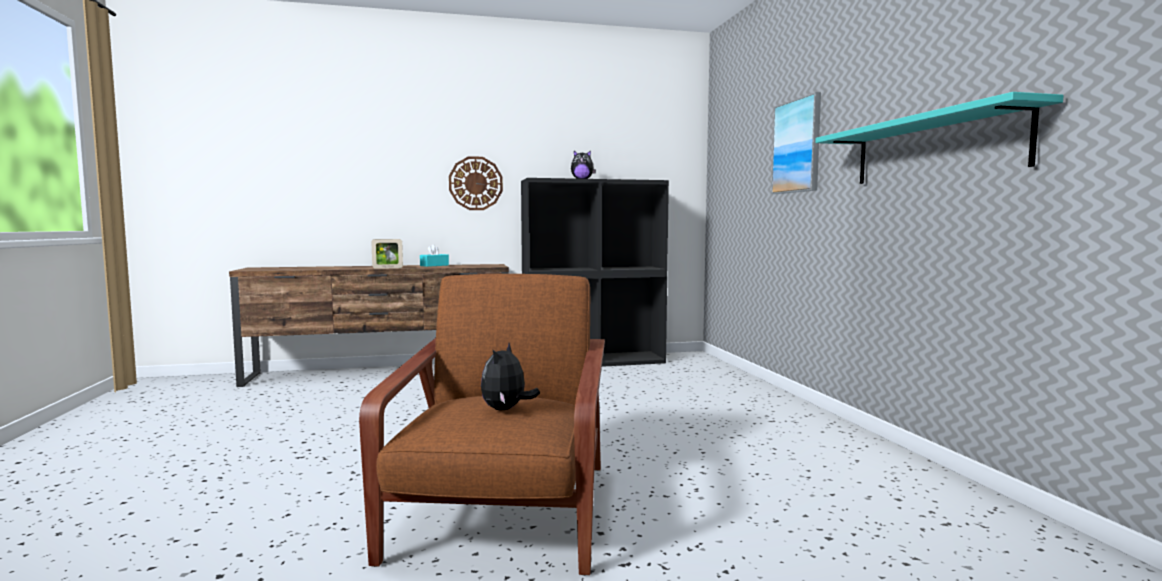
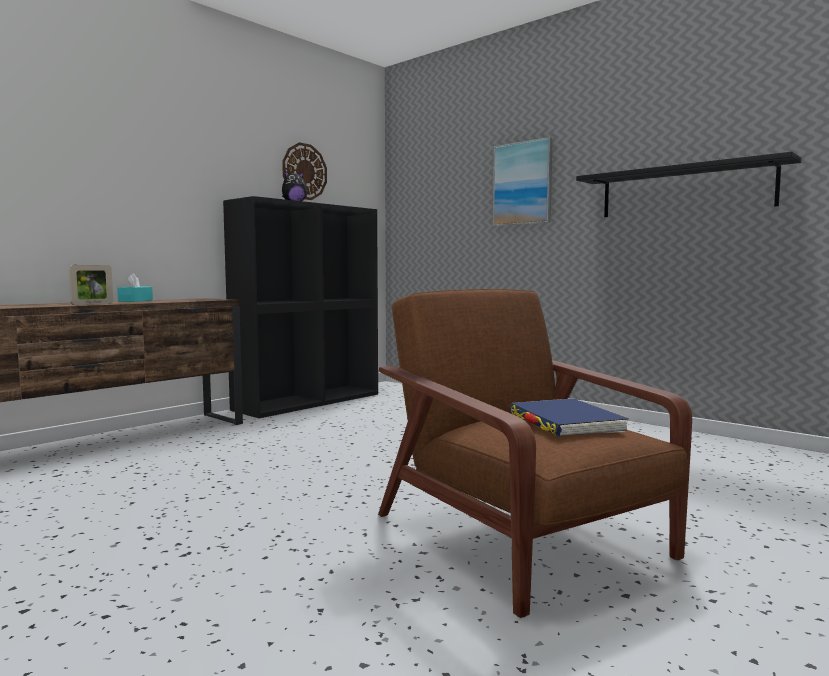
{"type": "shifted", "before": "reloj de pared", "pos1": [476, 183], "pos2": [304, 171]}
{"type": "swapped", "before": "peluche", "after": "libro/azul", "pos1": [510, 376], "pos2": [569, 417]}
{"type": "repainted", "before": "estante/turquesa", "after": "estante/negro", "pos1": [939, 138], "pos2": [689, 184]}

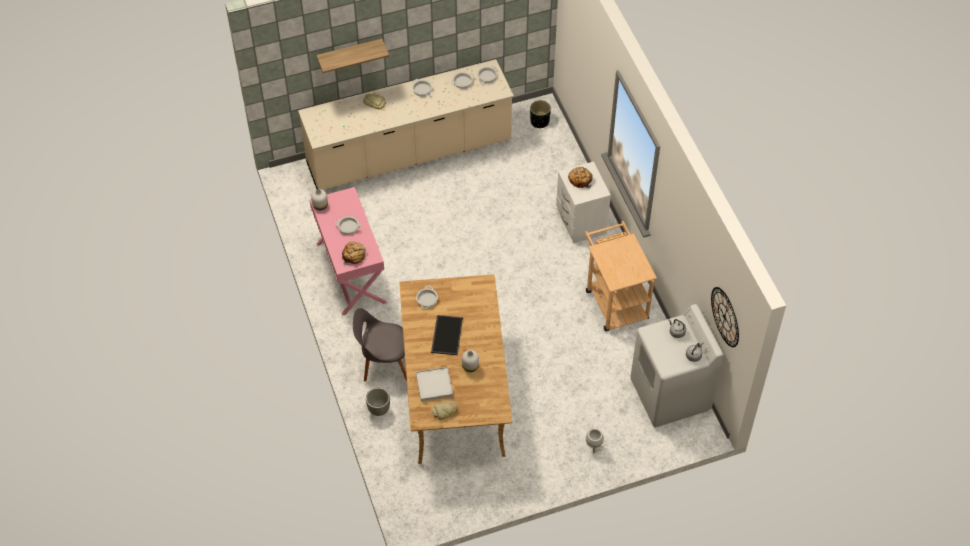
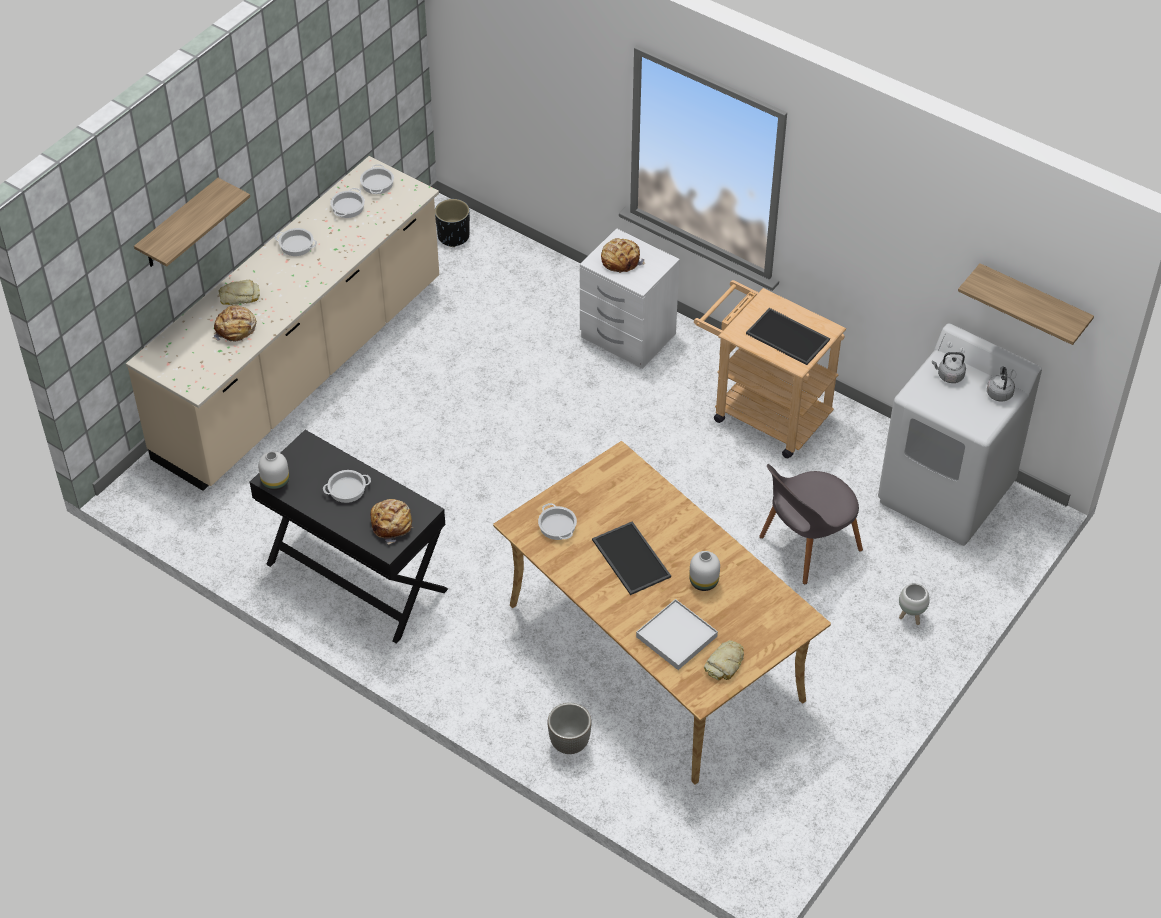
{"type": "repainted", "before": "mesa consola/rosa", "after": "mesa consola/negro", "pos1": [348, 251], "pos2": [349, 537]}
{"type": "shifted", "before": "silla/gris", "pos1": [380, 344], "pos2": [811, 524]}
{"type": "swapped", "before": "reloj de pared", "after": "estante", "pos1": [725, 317], "pos2": [1026, 304]}
{"type": "new", "after": "pan", "pos2": [234, 323]}
{"type": "new", "after": "bandeja", "pos2": [788, 336]}

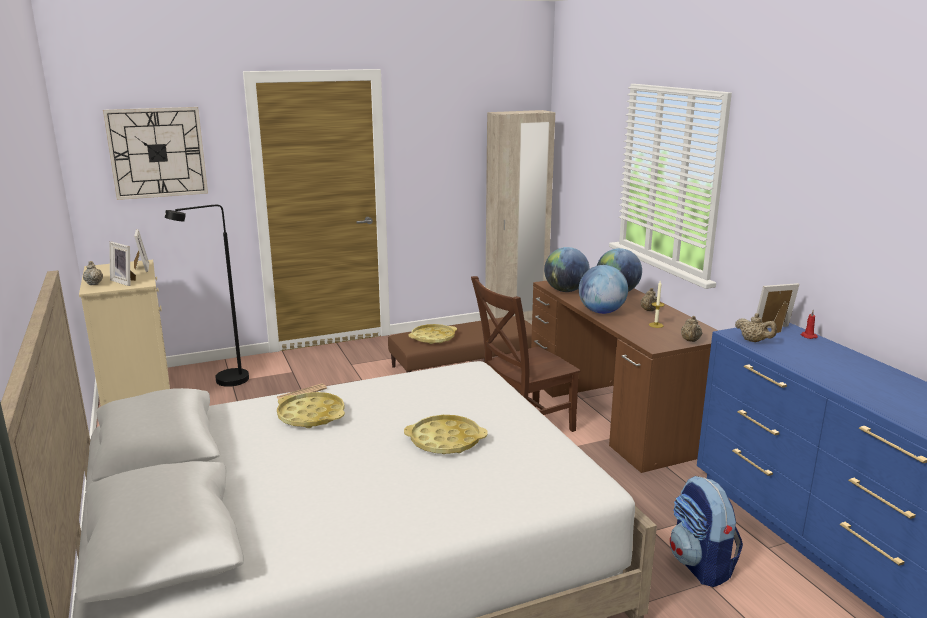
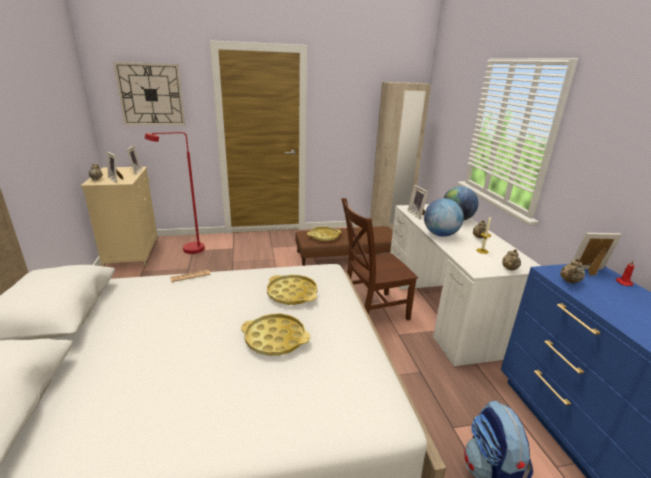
{"type": "repainted", "before": "lámpara de pie/negro", "after": "lámpara de pie/rojo", "pos1": [207, 296], "pos2": [175, 193]}
{"type": "shifted", "before": "bandeja/amarillo", "pos1": [311, 410], "pos2": [292, 290]}
{"type": "repainted", "before": "escritorio/marrón", "after": "escritorio/blanco", "pos1": [625, 377], "pos2": [465, 285]}
{"type": "swapped", "before": "globo terráqueo", "after": "portarretratos", "pos1": [567, 269], "pos2": [417, 202]}
{"type": "rotated", "before": "tetera/beis", "pos1": [756, 327], "pos2": [572, 270], "turn": 75}

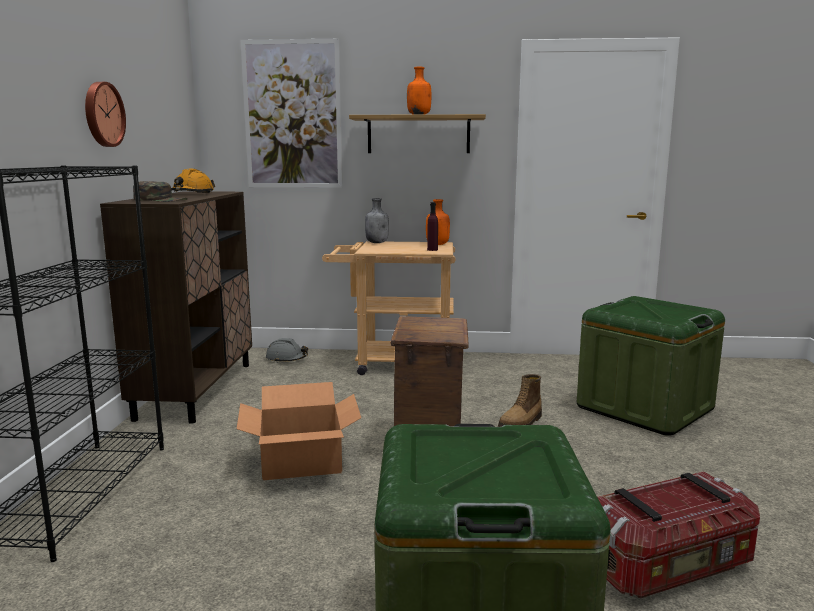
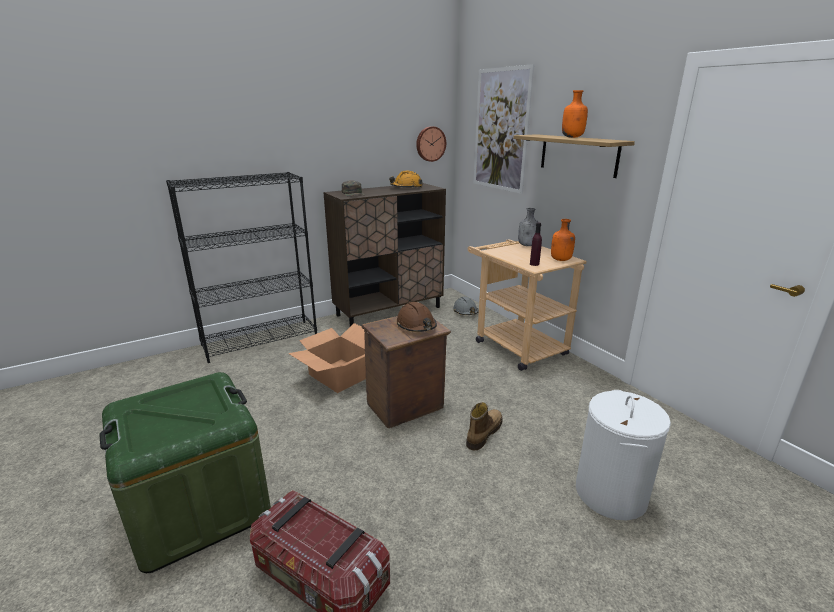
{"type": "shifted", "before": "reloj de pared", "pos1": [105, 114], "pos2": [431, 144]}
{"type": "rotated", "before": "bota", "pos1": [520, 400], "pos2": [484, 426], "turn": 120}
{"type": "swapped", "before": "caja de almacenaje/verde", "after": "cesto de la ropa/blanco", "pos1": [651, 366], "pos2": [623, 455]}
{"type": "new", "after": "casco/marrón", "pos2": [417, 317]}

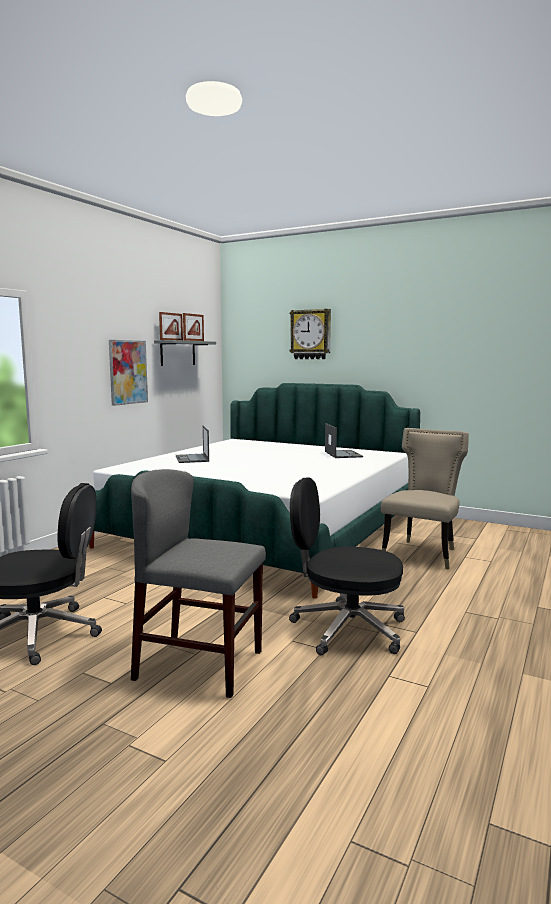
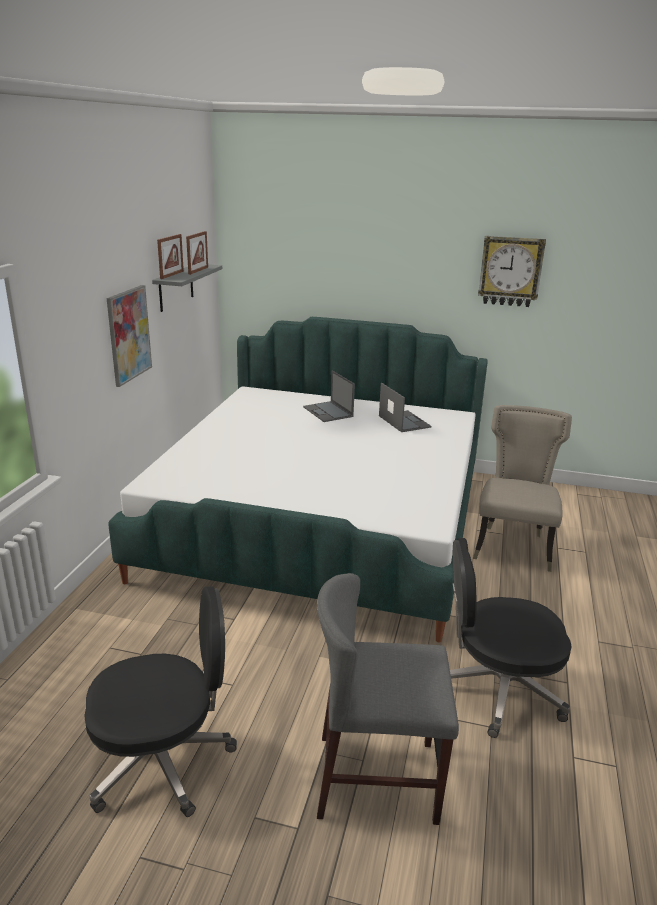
{"type": "shifted", "before": "portátil", "pos1": [192, 444], "pos2": [329, 396]}
{"type": "shifted", "before": "reloj de pared", "pos1": [310, 334], "pos2": [512, 271]}

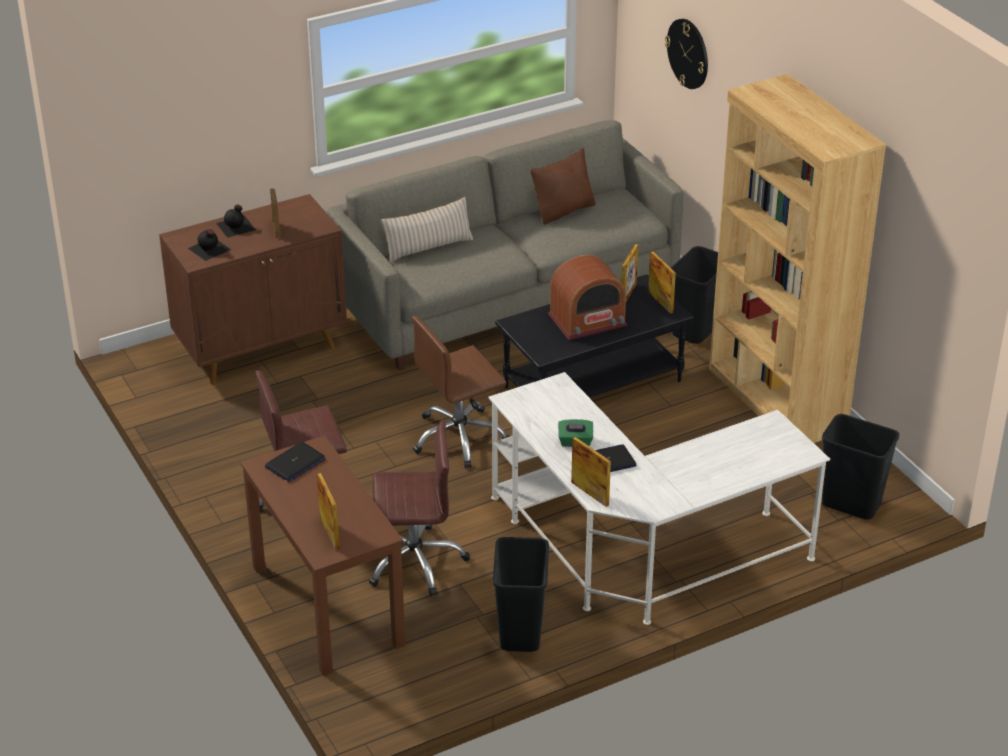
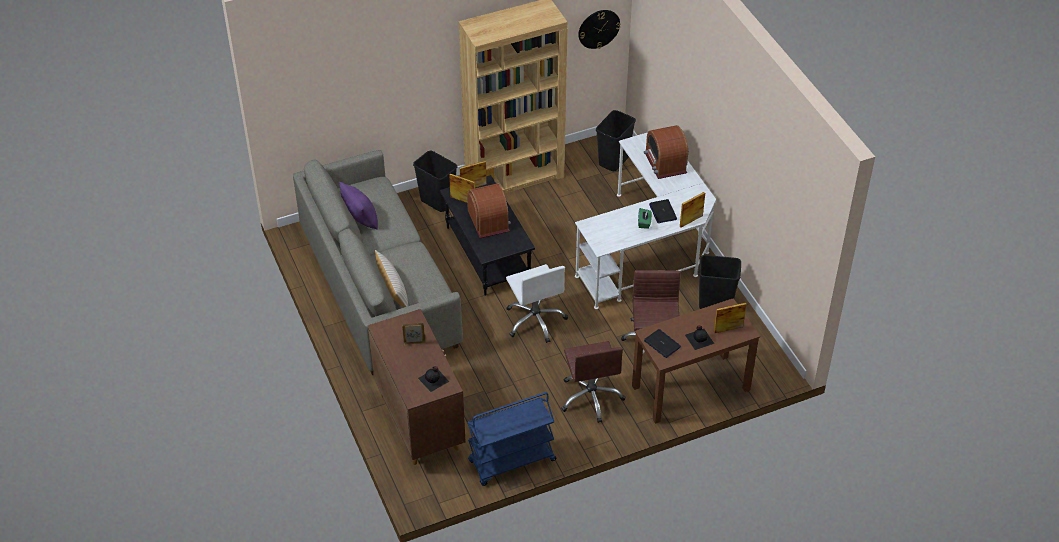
{"type": "shifted", "before": "botella/negro", "pos1": [236, 221], "pos2": [699, 337]}
{"type": "repainted", "before": "silla de oficina/marrón", "after": "silla de oficina/blanco", "pos1": [461, 392], "pos2": [537, 303]}
{"type": "repainted", "before": "cojín/marrón", "after": "cojín/morado", "pos1": [563, 186], "pos2": [358, 206]}
{"type": "shifted", "before": "reloj de pared", "pos1": [686, 54], "pos2": [599, 29]}
{"type": "new", "after": "carrito/azul", "pos2": [511, 439]}
{"type": "new", "after": "radio", "pos2": [666, 152]}

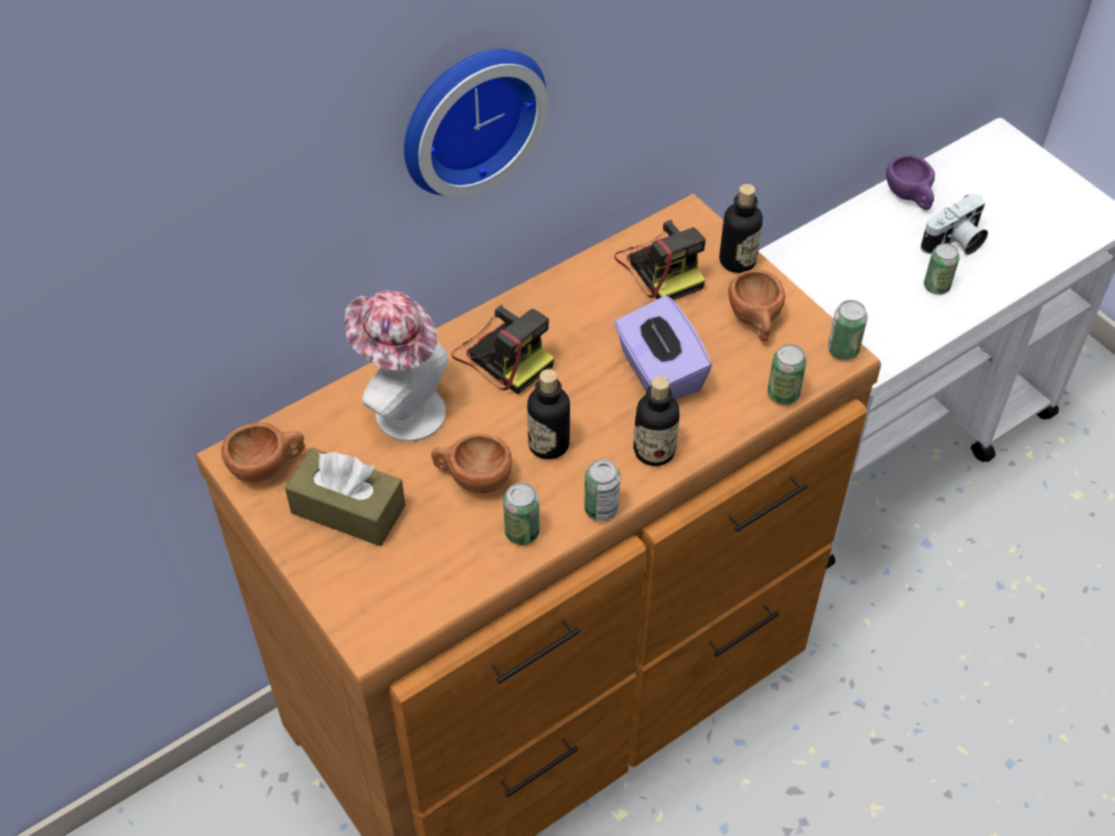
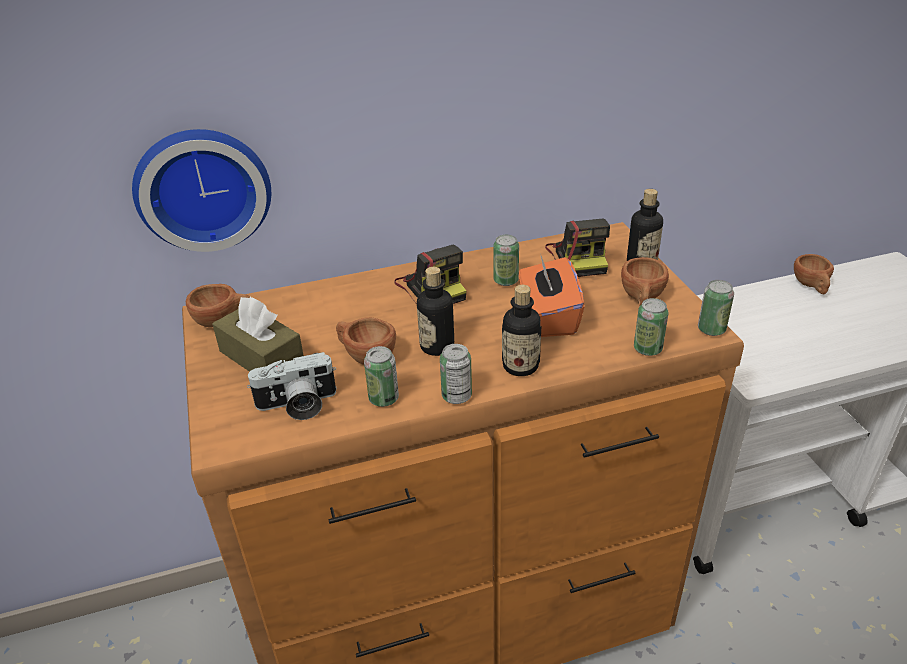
{"type": "gone", "before": "sombrero", "pos1": [396, 365]}
{"type": "shifted", "before": "reloj de pared", "pos1": [476, 123], "pos2": [201, 190]}
{"type": "repainted", "before": "caja de pañuelos/morado", "after": "caja de pañuelos/naranja", "pos1": [663, 347], "pos2": [552, 295]}
{"type": "repainted", "before": "taza/morado", "after": "taza/marrón", "pos1": [910, 182], "pos2": [814, 274]}
{"type": "shifted", "before": "cámara", "pos1": [954, 224], "pos2": [292, 386]}
{"type": "shifted", "before": "lata", "pos1": [942, 269], "pos2": [506, 260]}

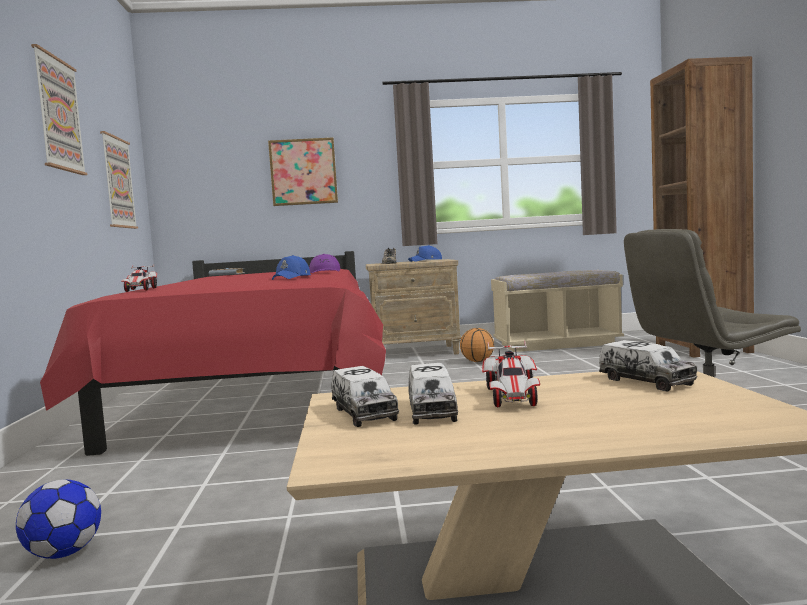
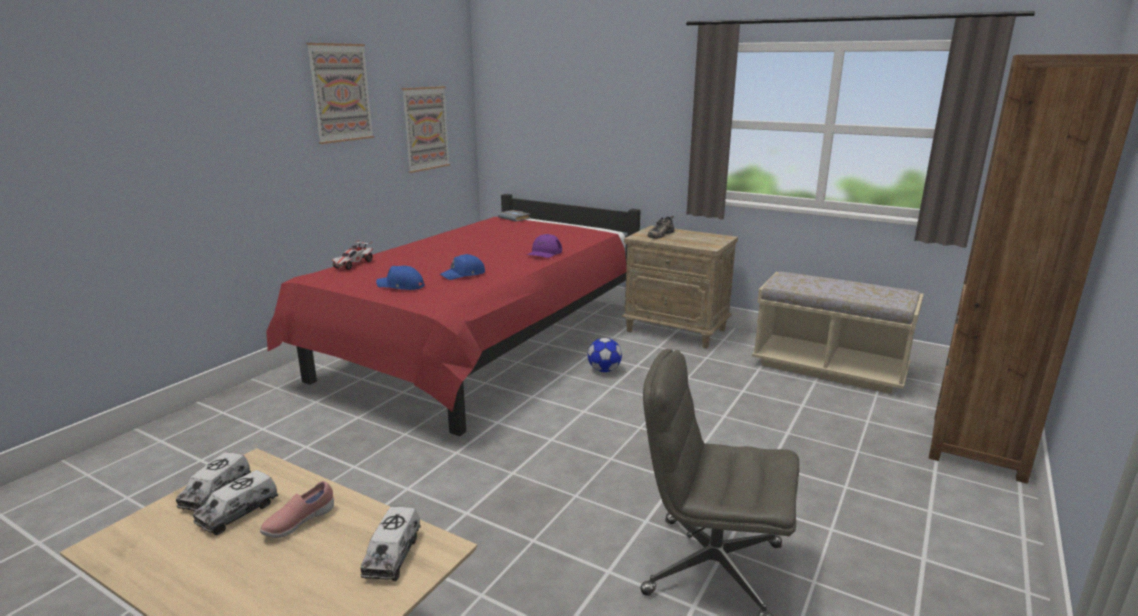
{"type": "shifted", "before": "balón de fútbol", "pos1": [58, 519], "pos2": [605, 355]}
{"type": "gone", "before": "cuadro", "pos1": [303, 171]}
{"type": "shifted", "before": "gorra/azul", "pos1": [425, 253], "pos2": [400, 278]}
{"type": "gone", "before": "balón de baloncesto", "pos1": [477, 345]}
{"type": "swapped", "before": "coche de juguete", "after": "zapato/rosa", "pos1": [511, 374], "pos2": [297, 509]}

